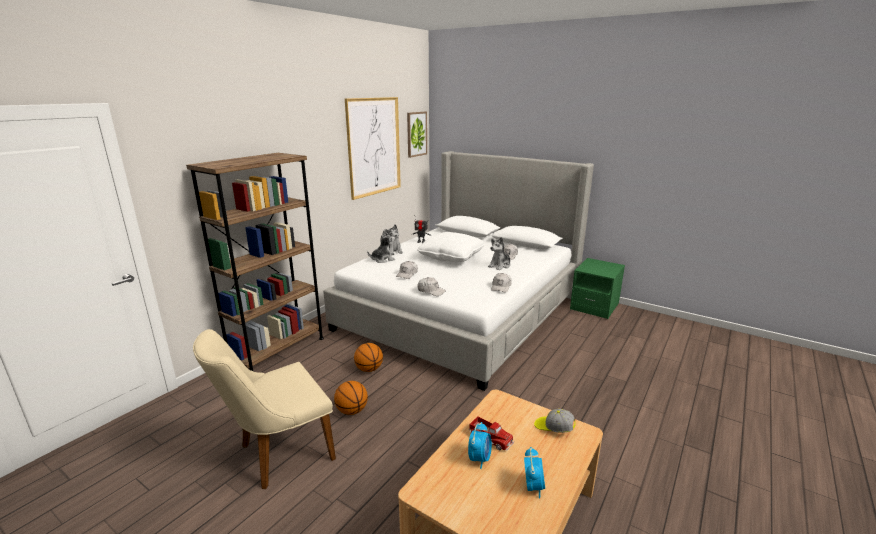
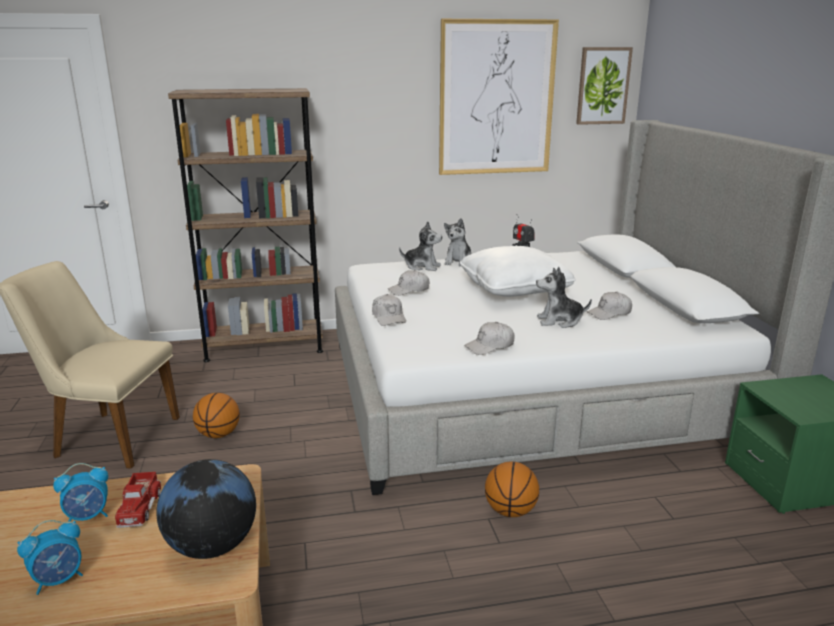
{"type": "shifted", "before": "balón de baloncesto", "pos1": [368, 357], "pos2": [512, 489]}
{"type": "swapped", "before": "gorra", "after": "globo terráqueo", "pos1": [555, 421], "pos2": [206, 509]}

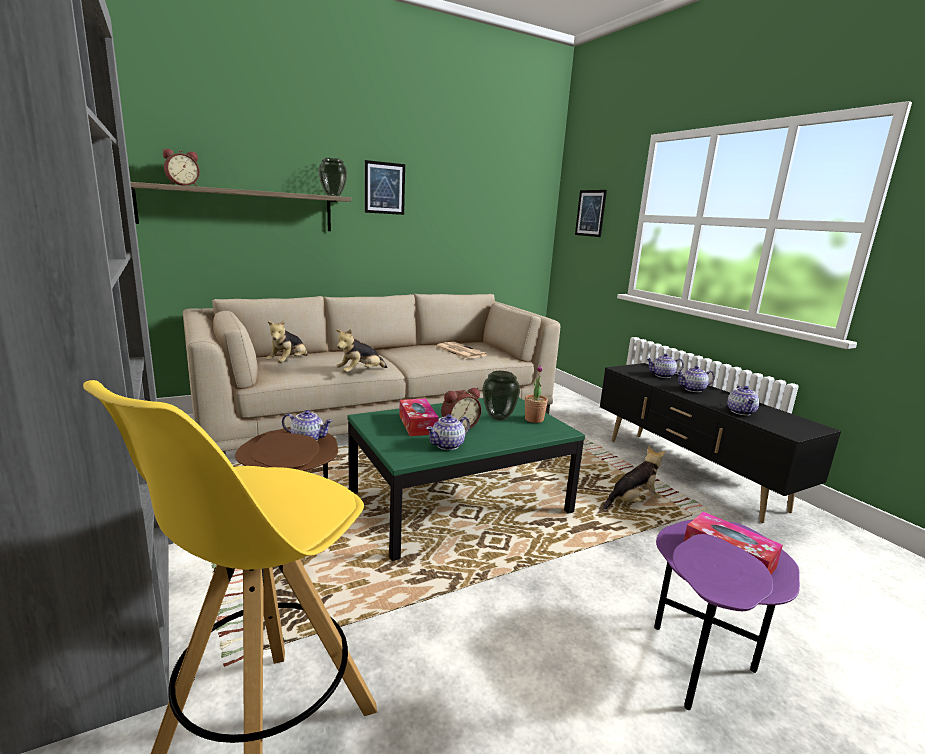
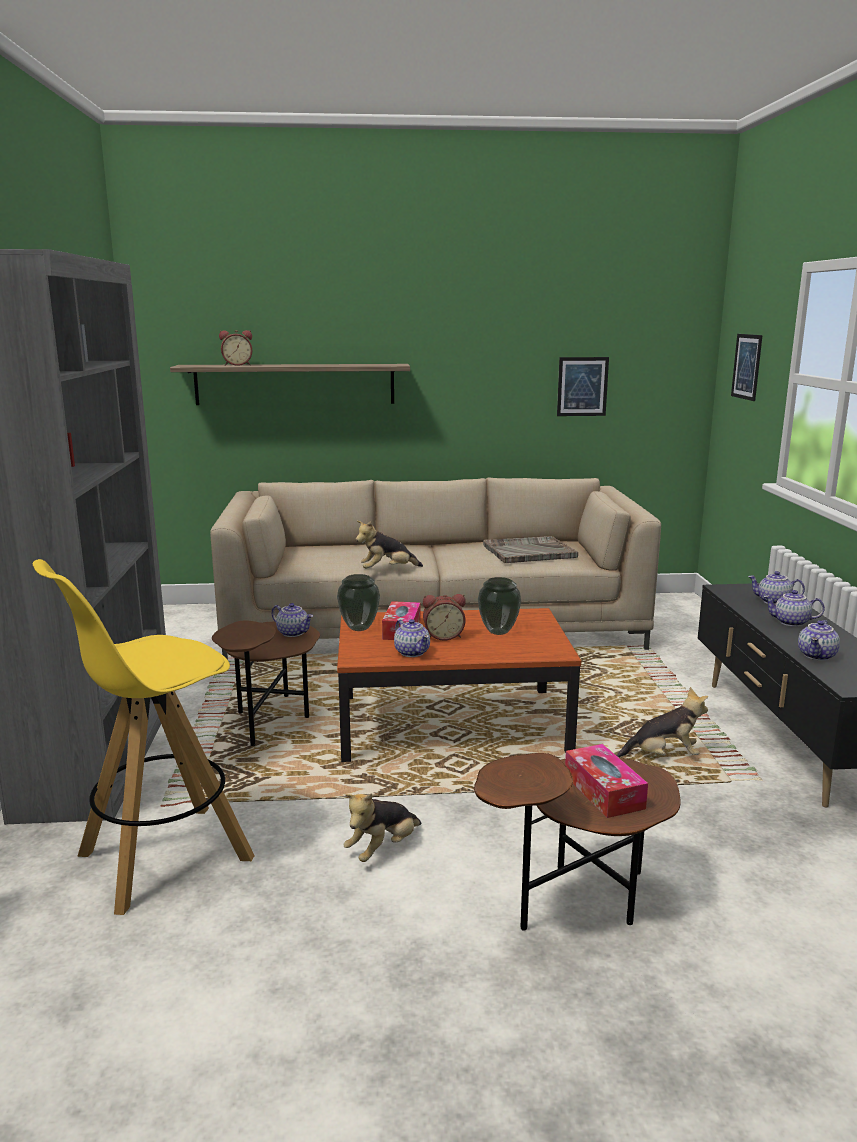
{"type": "shifted", "before": "peluche", "pos1": [287, 341], "pos2": [382, 827]}
{"type": "shifted", "before": "florero", "pos1": [332, 177], "pos2": [358, 602]}
{"type": "repainted", "before": "mesa de centro/verde", "after": "mesa de centro/marrón", "pos1": [466, 479], "pos2": [459, 685]}
{"type": "shifted", "before": "cuadro", "pos1": [385, 187], "pos2": [583, 386]}
{"type": "rotated", "before": "tetera", "pos1": [448, 432], "pos2": [412, 638], "turn": -105}
{"type": "swapped", "before": "periódico", "after": "bandeja/gris", "pos1": [461, 350], "pos2": [530, 549]}
{"type": "gone", "before": "planta en maceta", "pos1": [536, 394]}
{"type": "repainted", "before": "mesa auxiliar/morado", "after": "mesa auxiliar/marrón", "pos1": [727, 615], "pos2": [577, 842]}

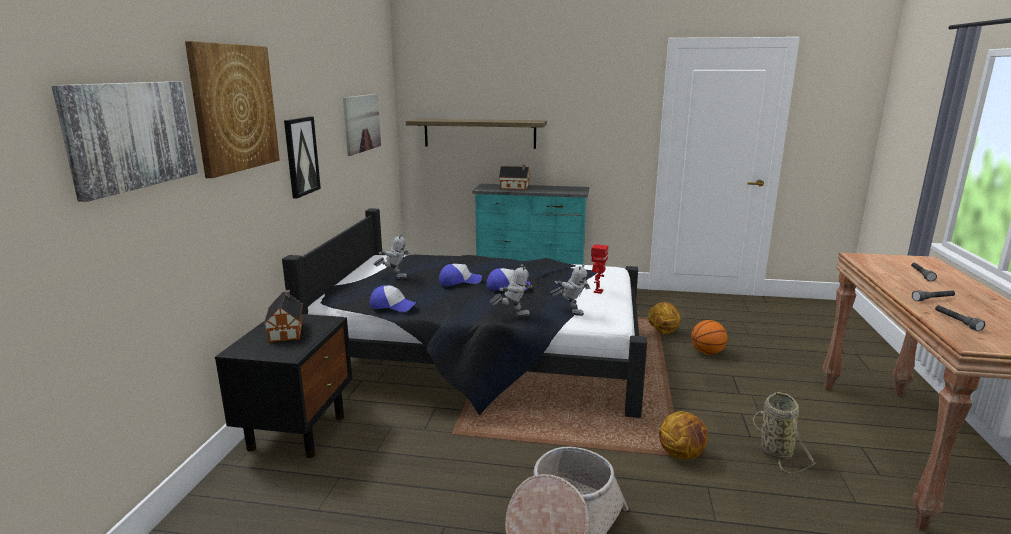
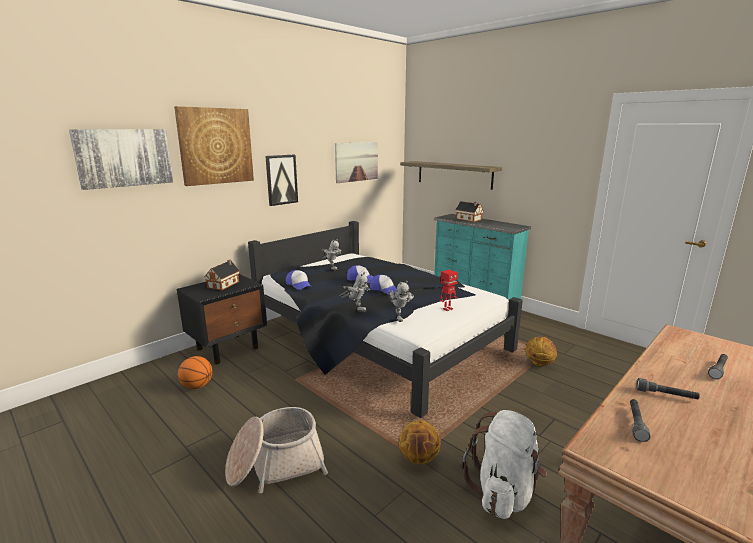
{"type": "shifted", "before": "balón de baloncesto", "pos1": [709, 337], "pos2": [195, 372]}
{"type": "swapped", "before": "cesta", "after": "mochila/blanco", "pos1": [784, 432], "pos2": [504, 464]}

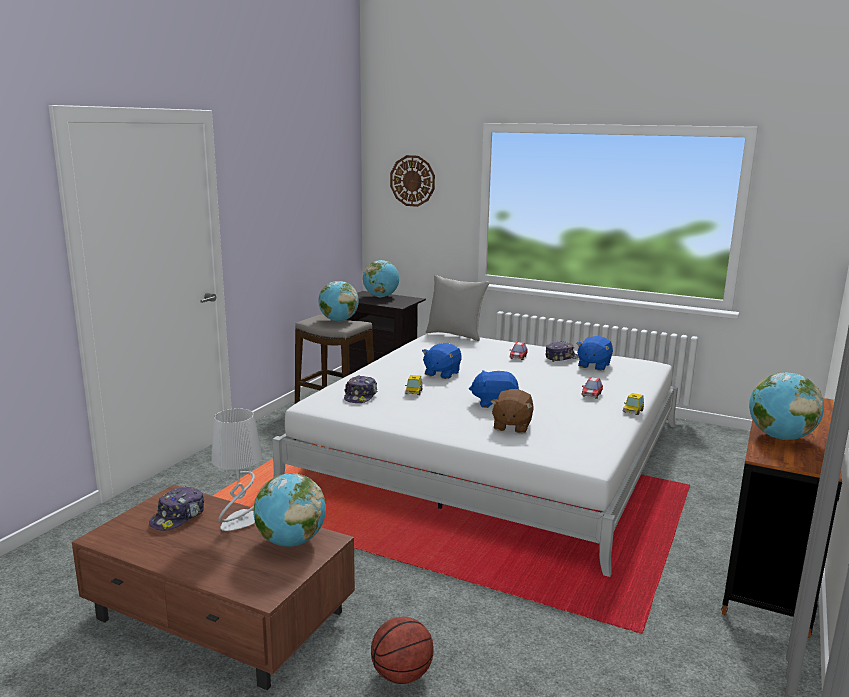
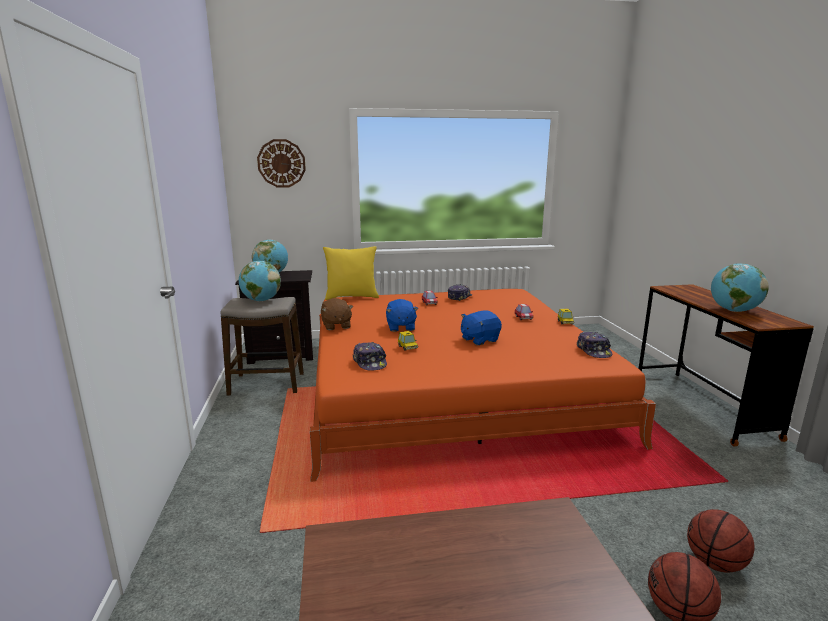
{"type": "shifted", "before": "gorra", "pos1": [176, 508], "pos2": [594, 345]}
{"type": "gone", "before": "lámpara de mesa/gris", "pos1": [236, 469]}
{"type": "gone", "before": "globo terráqueo", "pos1": [289, 510]}
{"type": "repainted", "before": "cama/blanco", "after": "cama/naranja", "pos1": [475, 454], "pos2": [483, 385]}
{"type": "repainted", "before": "cojín/gris", "after": "cojín/amarillo", "pos1": [457, 308], "pos2": [351, 273]}
{"type": "shifted", "before": "peluche/marrón", "pos1": [512, 411], "pos2": [337, 314]}
{"type": "gone", "before": "peluche/azul", "pos1": [594, 353]}
{"type": "new", "after": "balón de baloncesto", "pos2": [721, 541]}

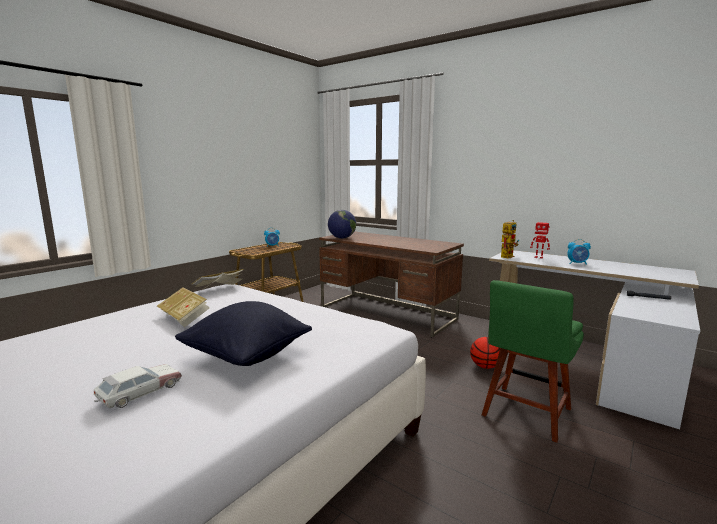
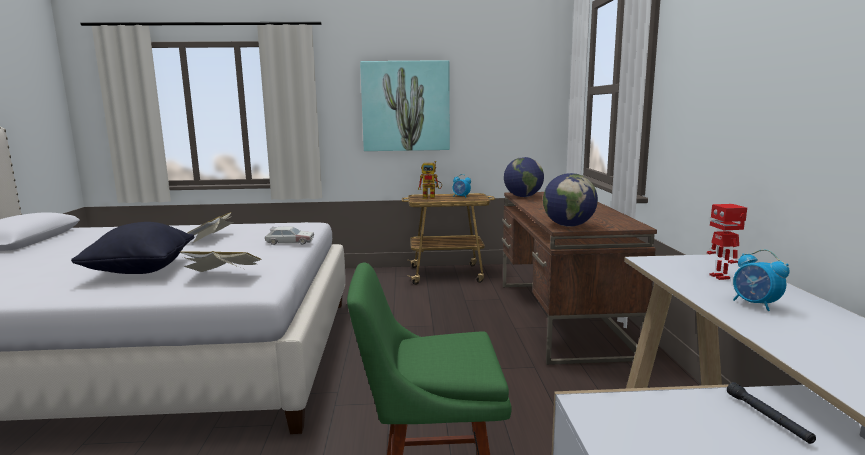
{"type": "shifted", "before": "coche de juguete", "pos1": [138, 386], "pos2": [289, 235]}
{"type": "shifted", "before": "libro", "pos1": [218, 280], "pos2": [220, 261]}
{"type": "gone", "before": "balón de baloncesto", "pos1": [485, 353]}
{"type": "shifted", "before": "robot de juguete", "pos1": [510, 239], "pos2": [430, 180]}
{"type": "new", "after": "cuadro", "pos2": [405, 105]}
{"type": "new", "after": "globo terráqueo", "pos2": [570, 200]}

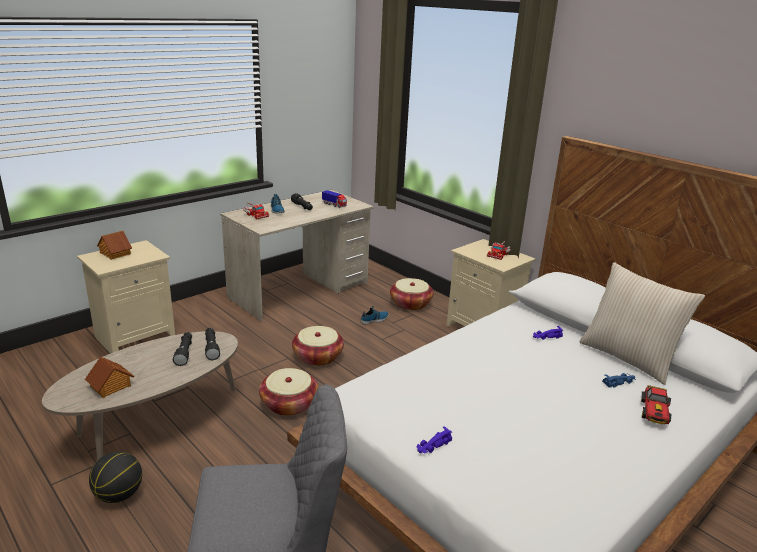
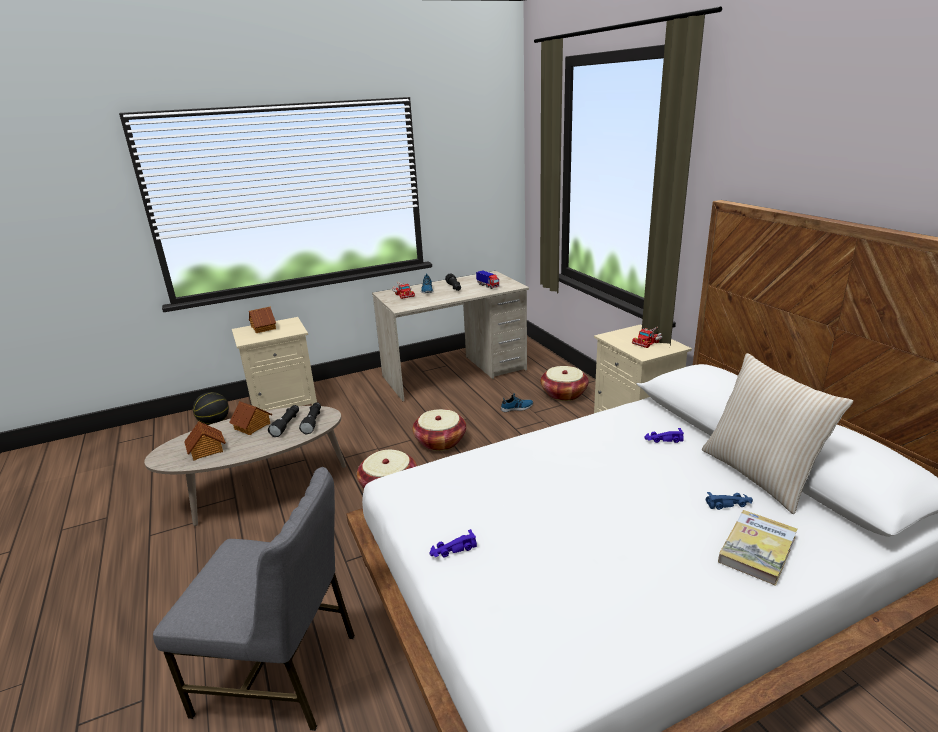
{"type": "shifted", "before": "balón de baloncesto", "pos1": [115, 477], "pos2": [211, 408]}
{"type": "swapped", "before": "coche de juguete", "after": "libro", "pos1": [656, 404], "pos2": [757, 548]}
{"type": "new", "after": "casita", "pos2": [251, 418]}

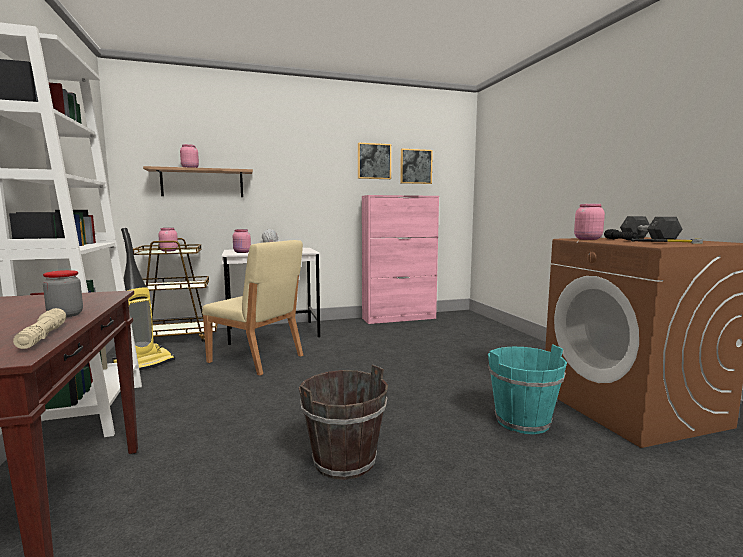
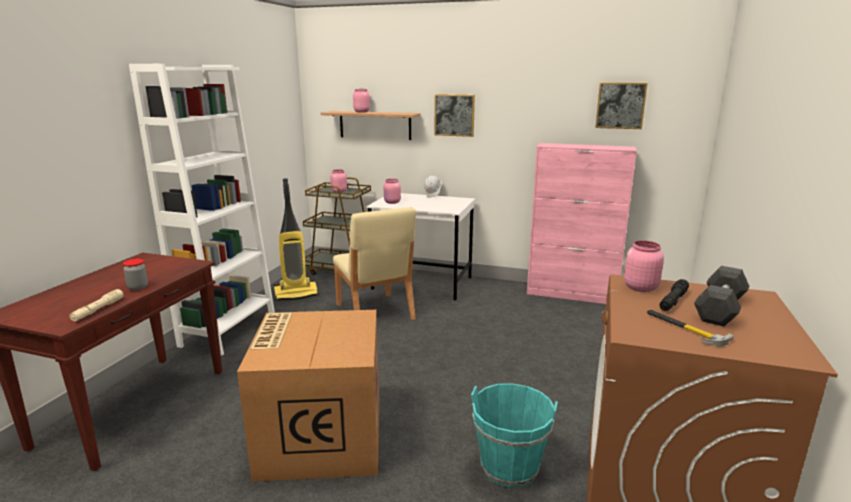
{"type": "swapped", "before": "cubo/marrón", "after": "caja de cartón", "pos1": [343, 422], "pos2": [308, 396]}
{"type": "shifted", "before": "cuadro", "pos1": [374, 160], "pos2": [455, 115]}

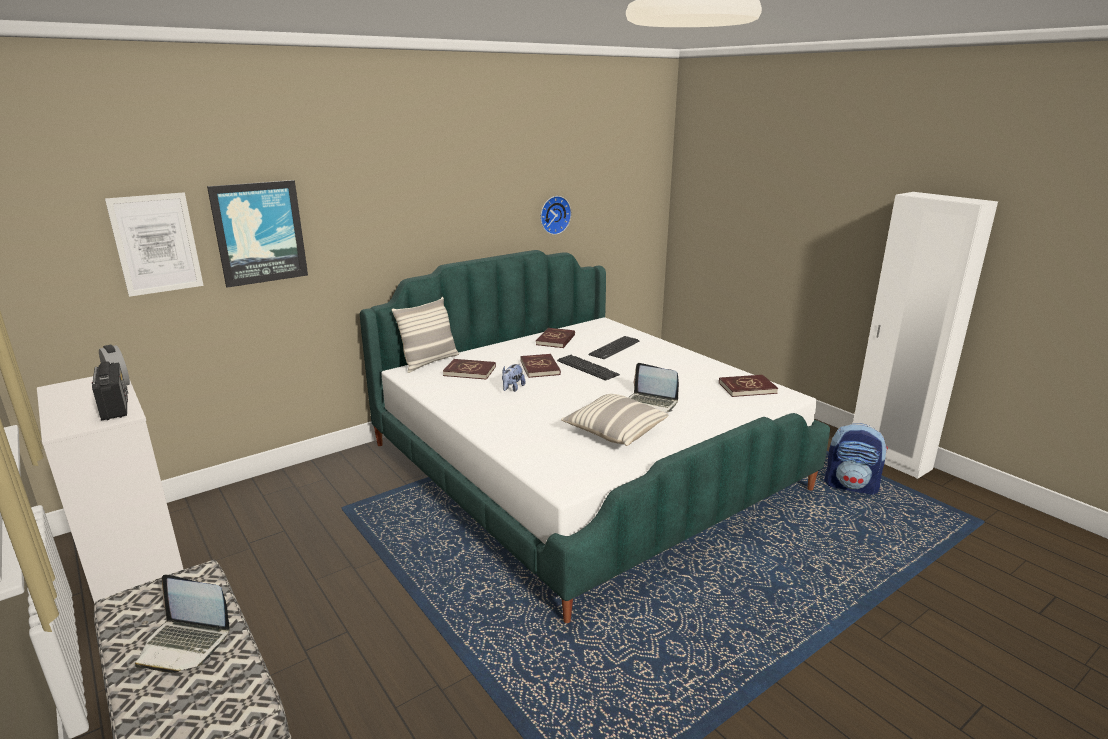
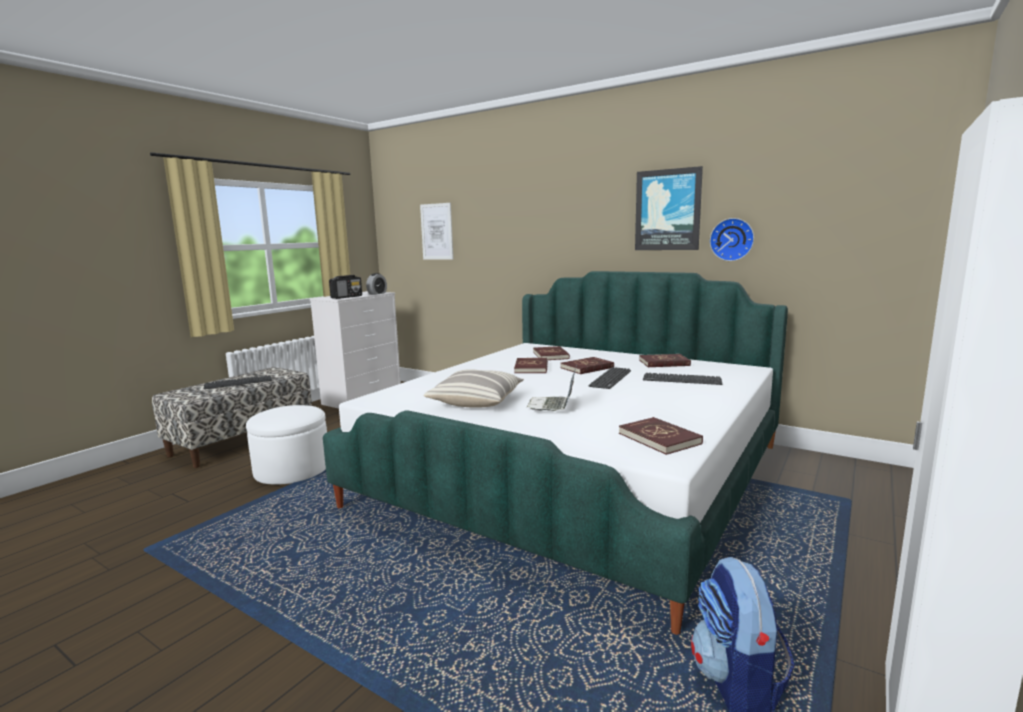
{"type": "swapped", "before": "portátil", "after": "teclado", "pos1": [182, 623], "pos2": [238, 382]}
{"type": "shifted", "before": "cuadro", "pos1": [257, 234], "pos2": [669, 208]}
{"type": "gone", "before": "cojín", "pos1": [425, 335]}
{"type": "swapped", "before": "peluche", "after": "libro/rojo", "pos1": [513, 378], "pos2": [531, 365]}
{"type": "new", "after": "puf/blanco", "pos2": [286, 444]}

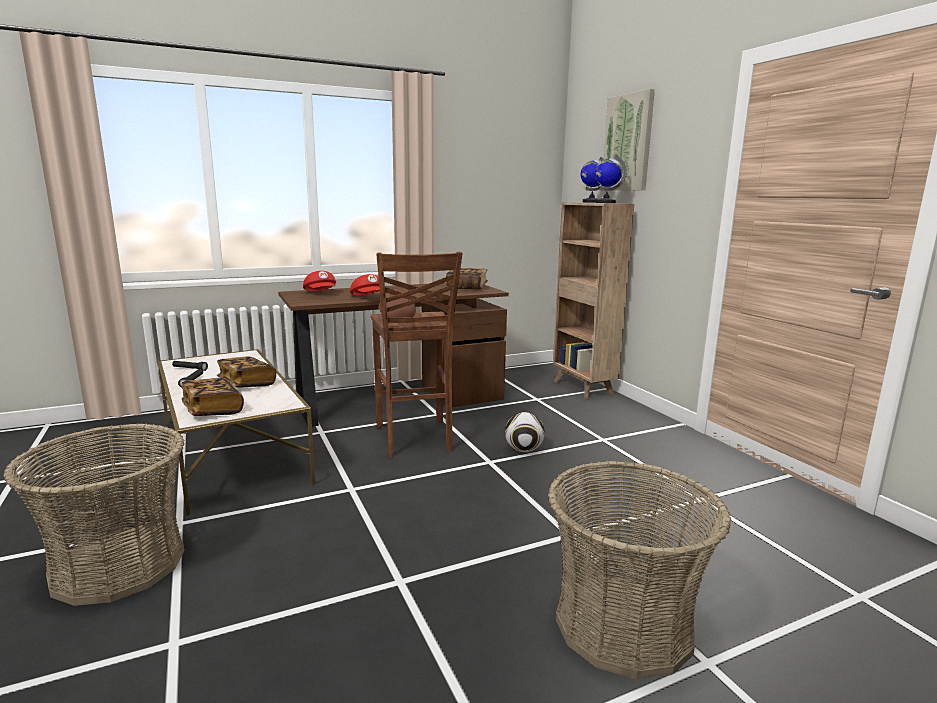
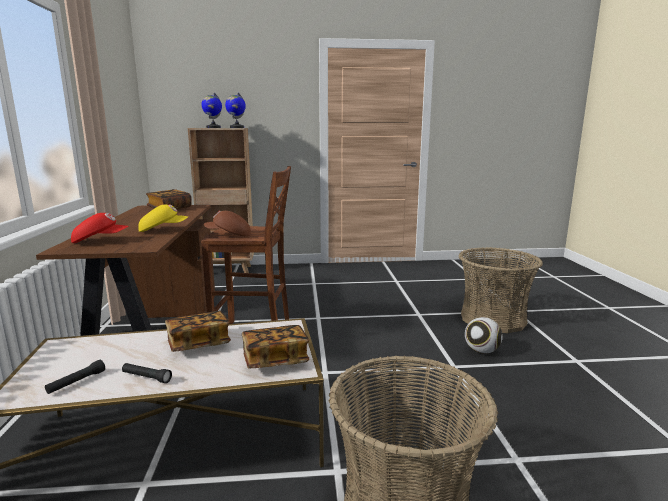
{"type": "repainted", "before": "gorra/rojo", "after": "gorra/amarillo", "pos1": [365, 285], "pos2": [163, 218]}
{"type": "shifted", "before": "balón de fútbol", "pos1": [525, 432], "pos2": [484, 335]}
{"type": "gone", "before": "cuadro", "pos1": [629, 139]}

